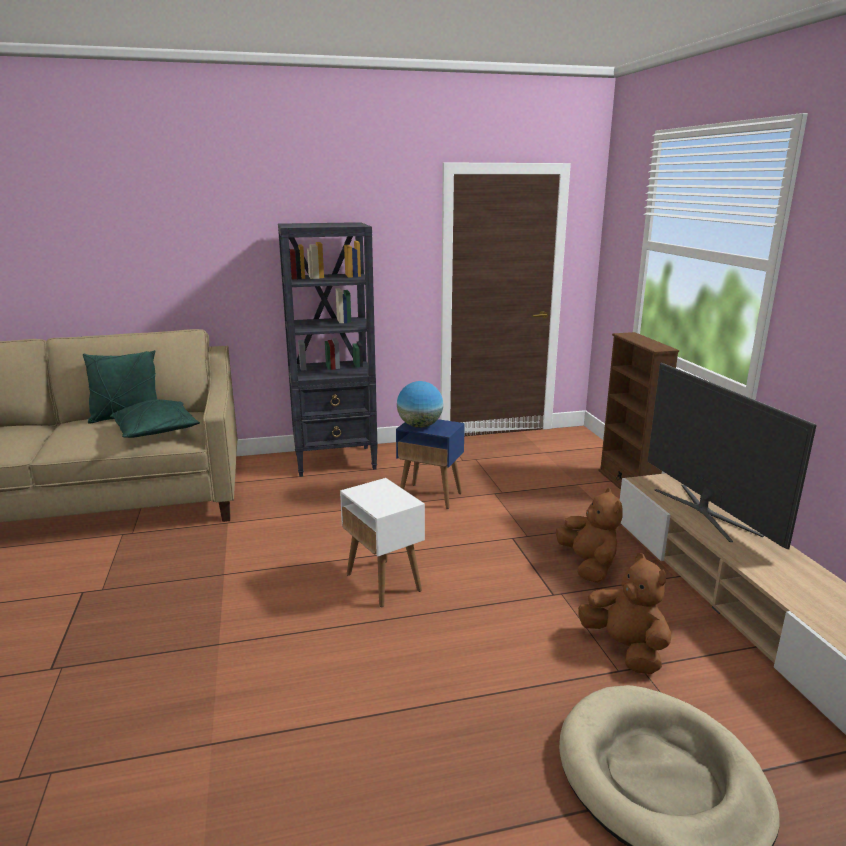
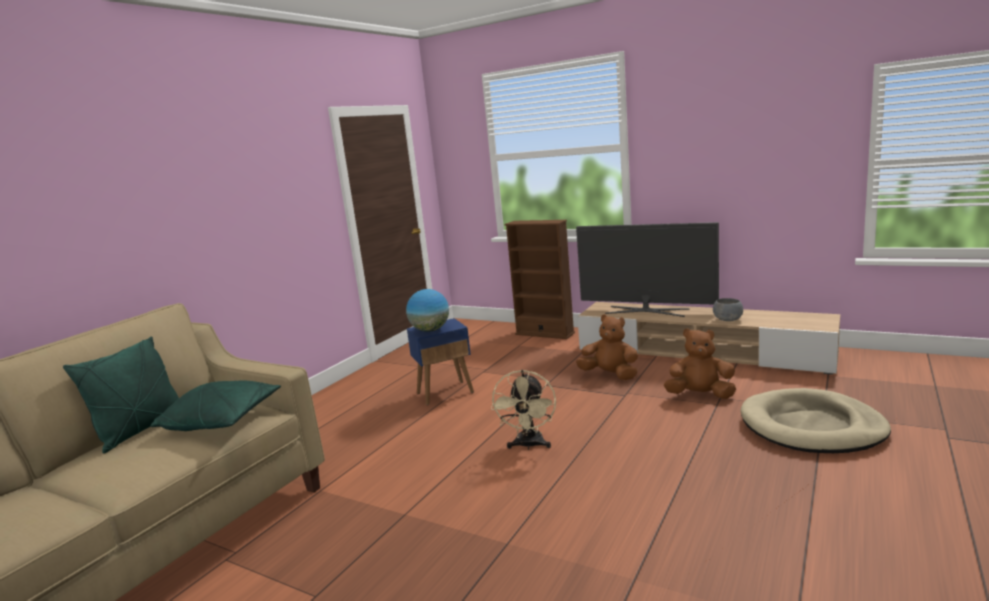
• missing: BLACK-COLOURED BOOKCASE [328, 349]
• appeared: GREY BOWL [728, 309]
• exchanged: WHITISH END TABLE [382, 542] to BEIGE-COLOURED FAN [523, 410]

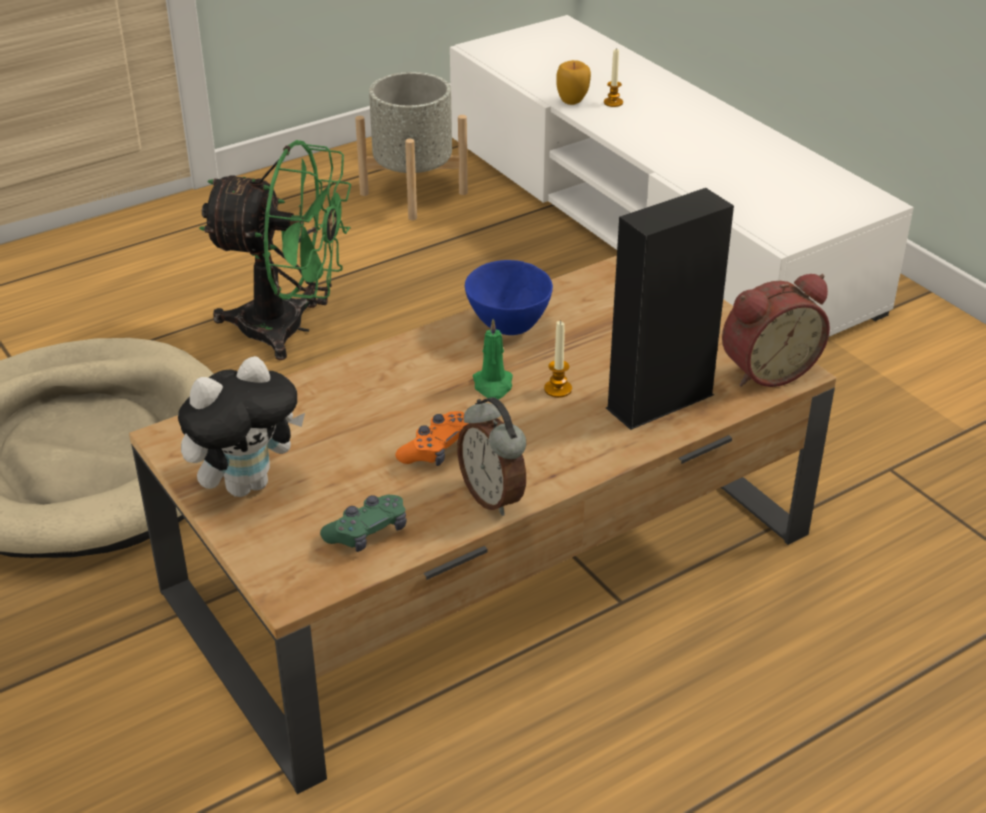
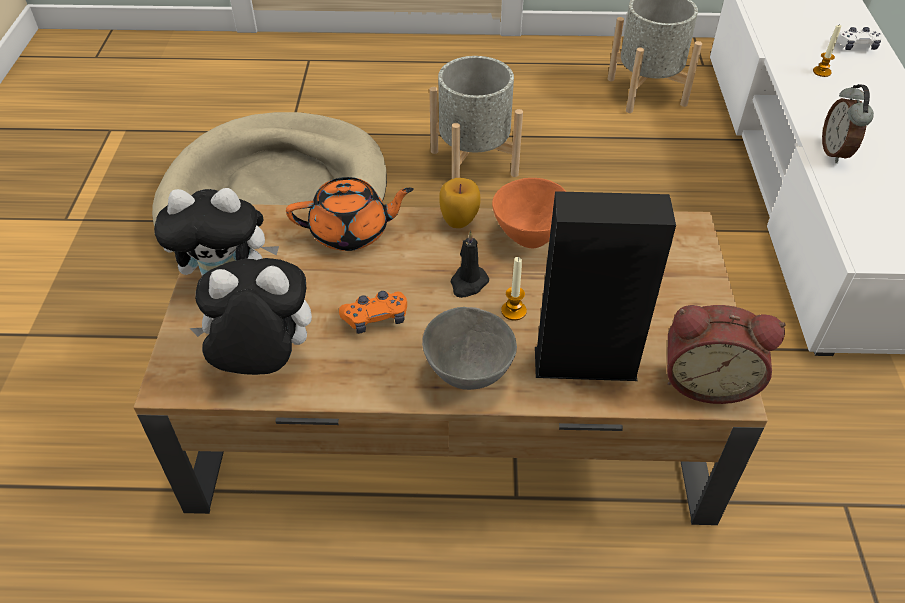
• appeared: ORANGE TEA POT [350, 214]
• appeared: GREY BOWL [469, 348]
• appeared: WHITISH GAMEPAD [856, 38]
• relocated: BEDSIDE CLOCK [491, 456] to [848, 123]
• relocated: APPLE FRUIT [573, 82] to [460, 203]
• exchanged: GREEN FAN [275, 250] to GREY FLOWER POT [476, 117]
• exchanged: GREEN GAMEPAD [363, 523] to PLUSH TOY [251, 316]
• colour: BLUE-COLOURED BOWL [509, 297] to ORANGE BOWL [529, 213]
• colour: GREEN WAX LIGHT [493, 359] to BLACK-COLOURED WAX LIGHT [469, 264]

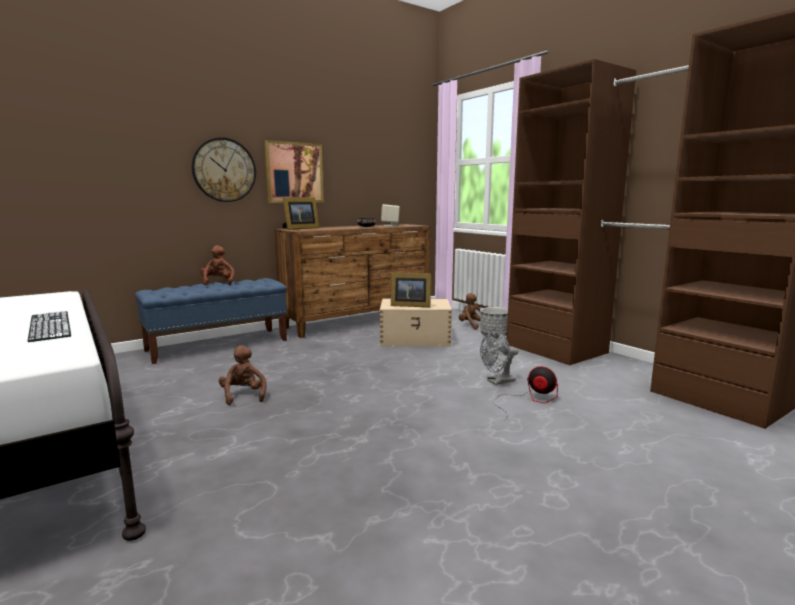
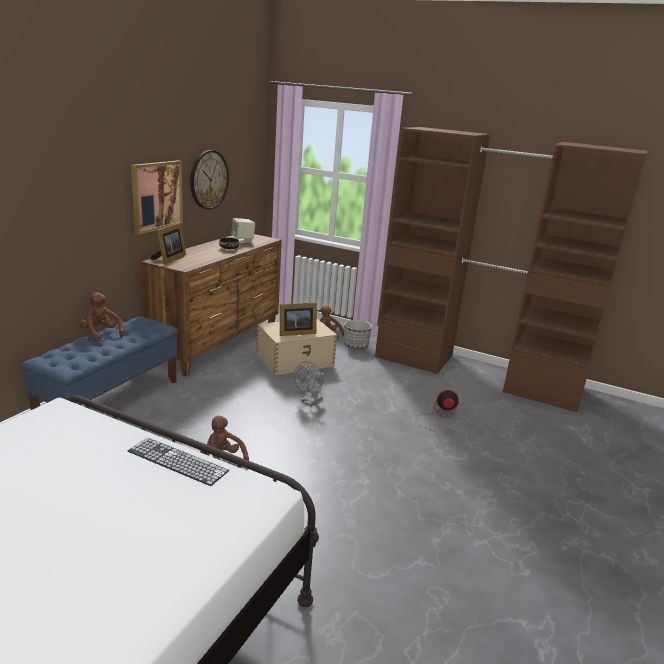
• relocated: WALL CLOCK [224, 169] to [209, 180]
• relocated: GREY FAN [499, 357] to [309, 383]

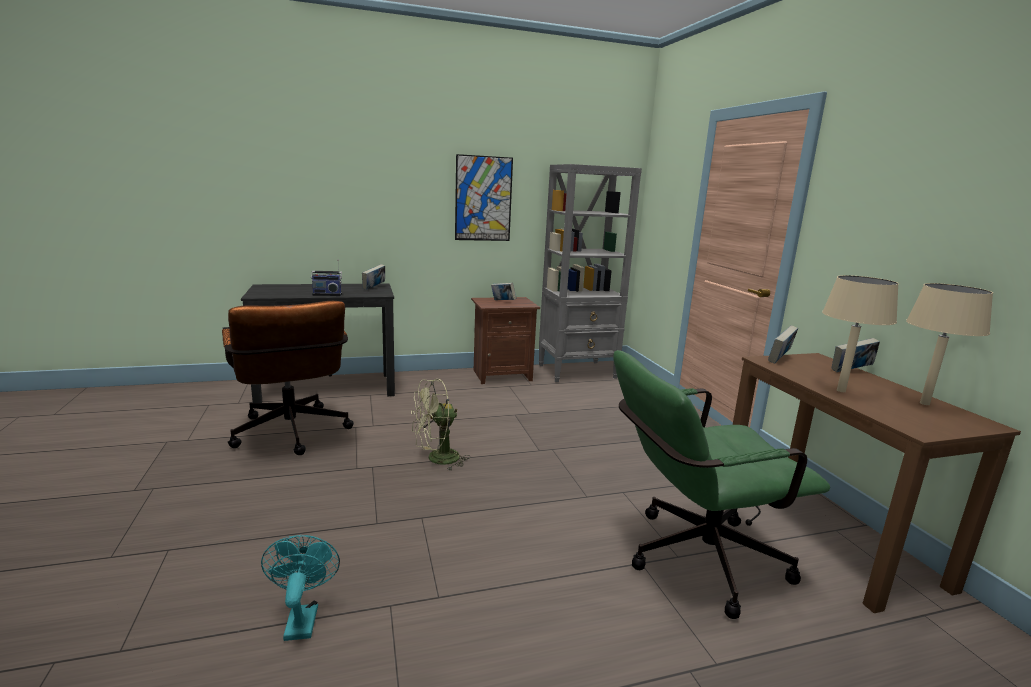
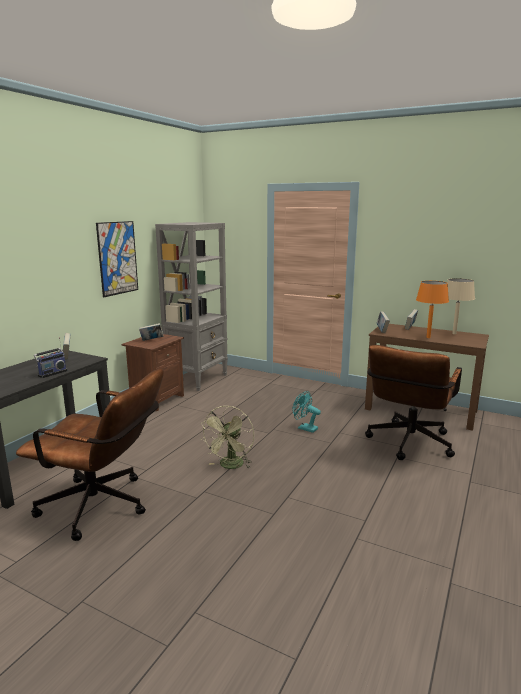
• relocated: TURQUOISE FAN [300, 588] to [306, 412]
• colour: GREEN DESK CHAIR [721, 484] to BROWNISH DESK CHAIR [413, 402]
• colour: BEIGE-COLOURED TABLE LAMP [860, 333] to ORANGE TABLE LAMP [432, 309]

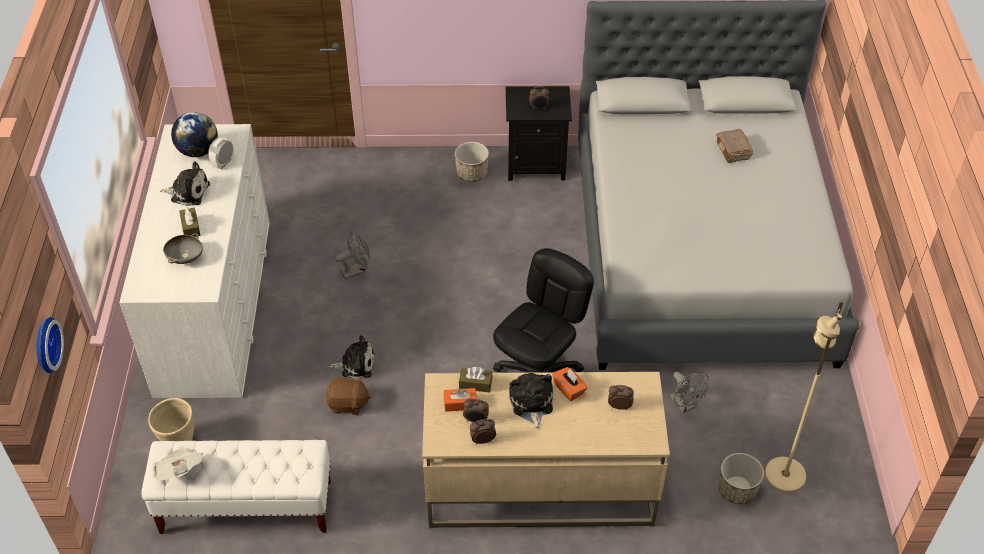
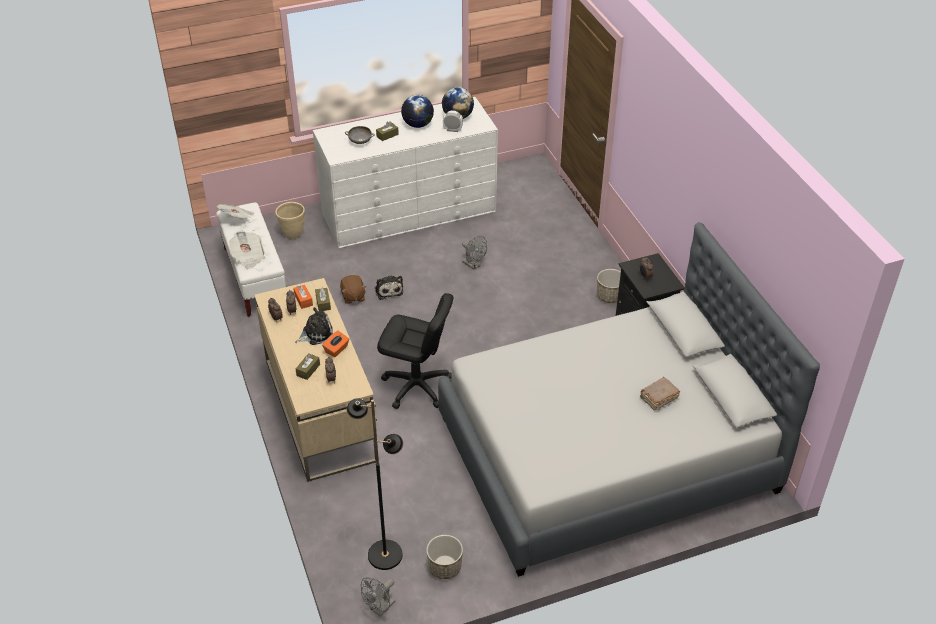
• missing: WALL CLOCK [50, 345]
• appeared: PRINTED PAPER [247, 249]
• appeared: BROWNISH TISSUE HOLDER [308, 366]
• relocated: GREY FAN [689, 392] to [378, 596]
• relocated: FLOWER POT [741, 478] to [444, 557]
• exchanged: PLUSH TOY [185, 183] to GLOBE [417, 111]
• colour: BEIGE-COLOURED STANDARD LAMP [804, 396] to BLACK-COLOURED STANDARD LAMP [375, 484]

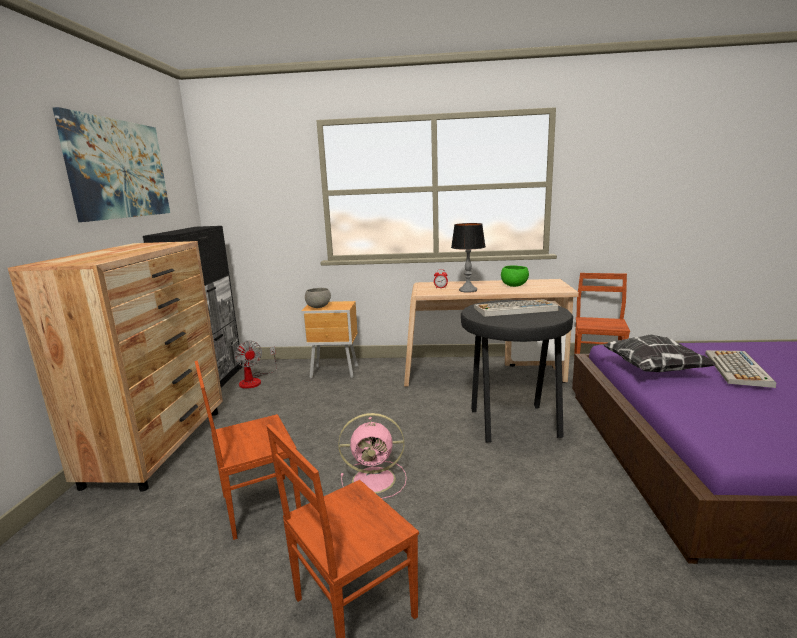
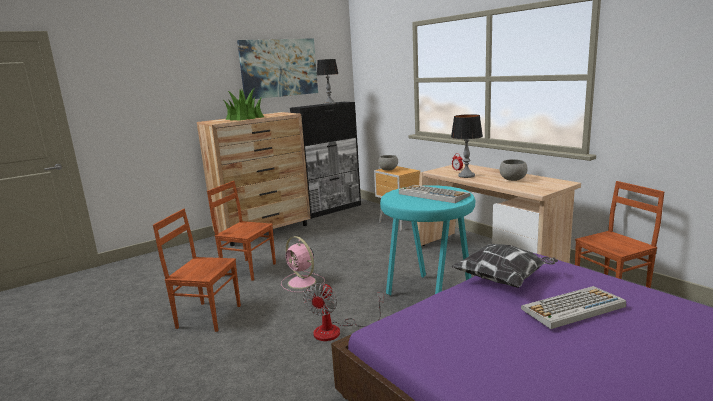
• appeared: PLANT IN A POT [244, 105]
• appeared: TABLE LAMP [327, 81]
• relocated: FAN [255, 365] to [343, 312]
• colour: BLACK-COLOURED SITTING STOOL [517, 371] to TURQUOISE SITTING STOOL [427, 240]
• colour: GREEN BOWL [515, 276] to GREY BOWL [514, 170]

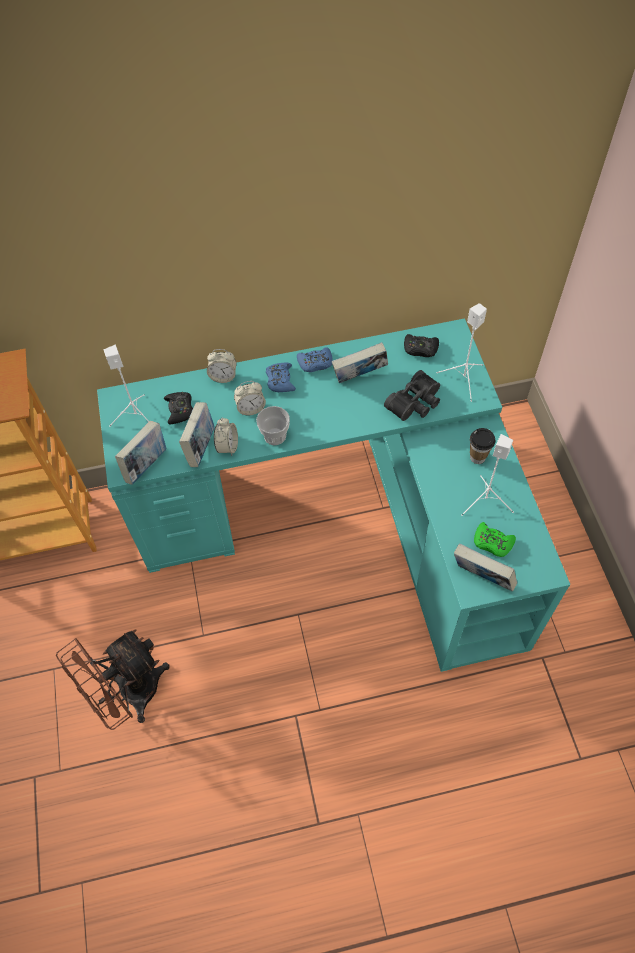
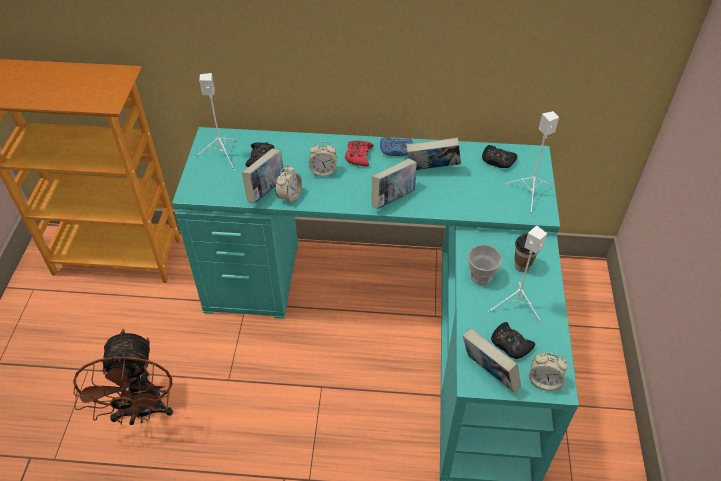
• missing: BLACK-COLOURED PAIR OF BINOCULARS [412, 395]
• relocated: VOLUME [140, 453] to [394, 183]
• relocated: BEDSIDE CLOCK [221, 366] to [548, 371]
• relocated: CUP [273, 425] to [485, 265]
• colour: BLUE-COLOURED GAMEPAD [281, 377] to REDDISH GAMEPAD [359, 153]
• colour: GREEN GAMEPAD [495, 539] to BLACK-COLOURED GAMEPAD [513, 340]
• spun: BROWNISH FAN [113, 679] = [123, 377] 75 degrees counterclockwise

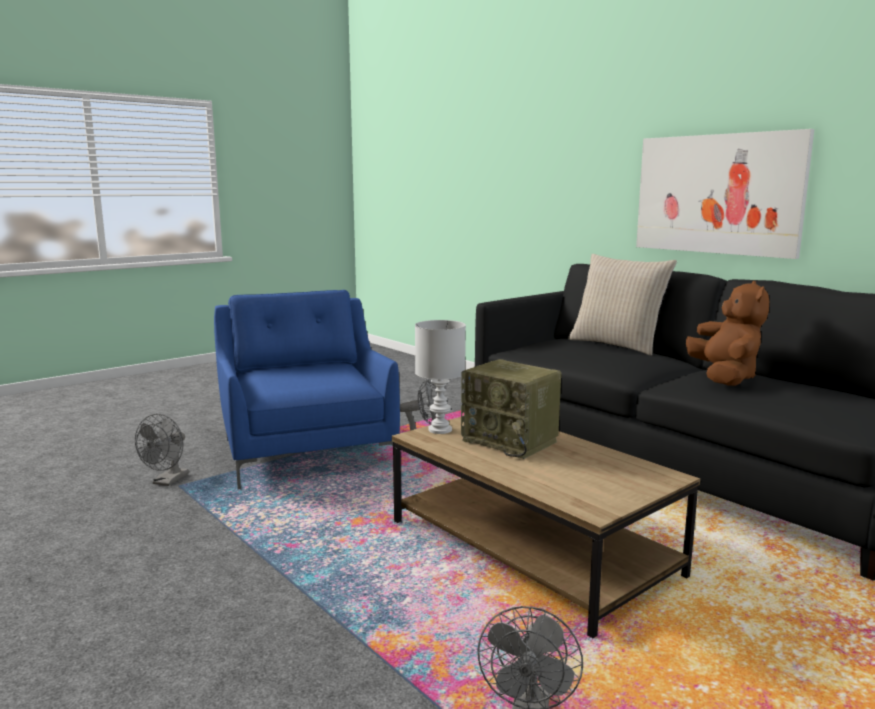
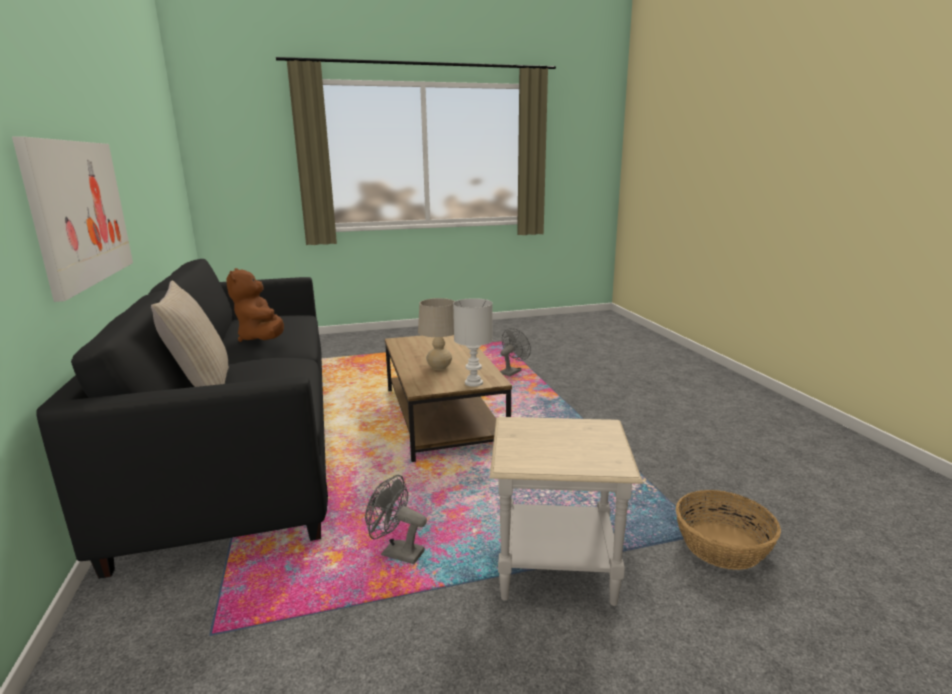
• exchanged: GREY FAN [162, 450] to BASKET [728, 530]
• exchanged: BLUE-COLOURED LOUNGE CHAIR [307, 390] to BEIGE-COLOURED END TABLE [566, 511]
• exchanged: RADIO RECEIVER [511, 409] to BEIGE-COLOURED TABLE LAMP [436, 334]
• spun: BROWNISH PLUSH TOY [727, 333] = [255, 305] 45 degrees counterclockwise

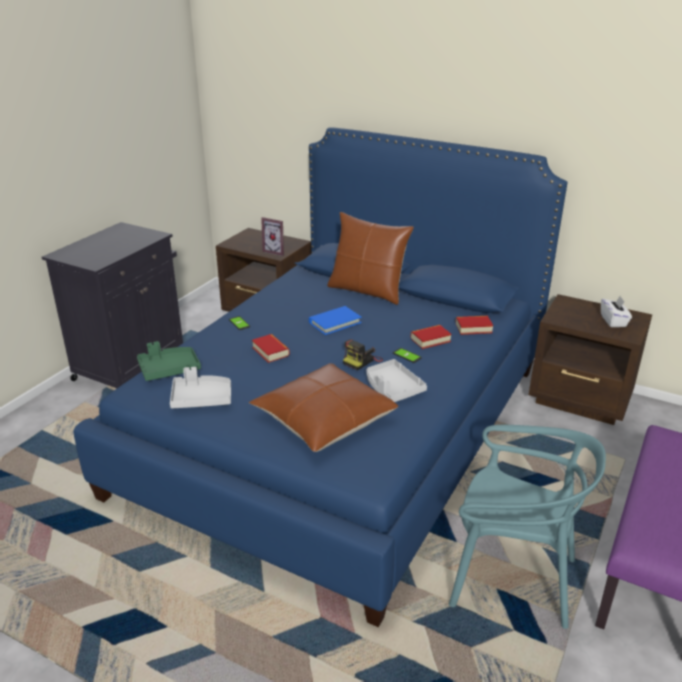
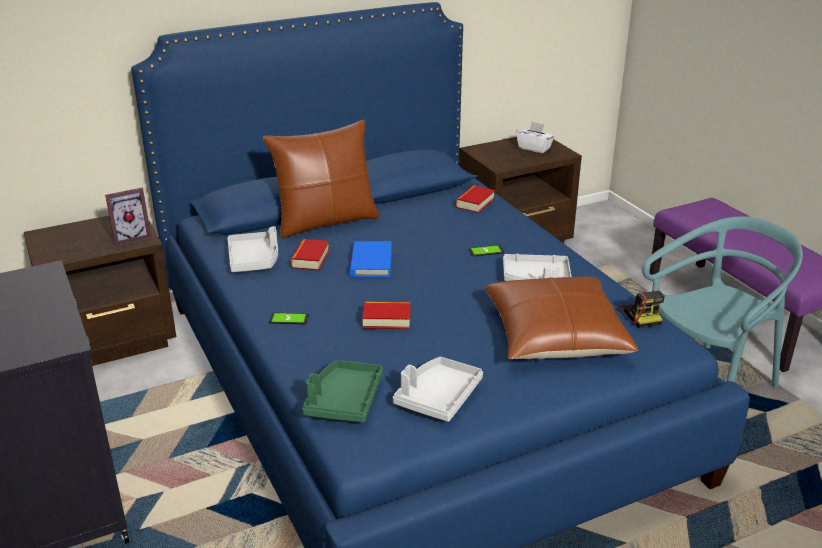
• appeared: GREY CARRYING TRAY [253, 249]
• relocated: PHOTO CAMERA [363, 355] to [640, 309]
• relocated: VOLUME [431, 337] to [310, 254]

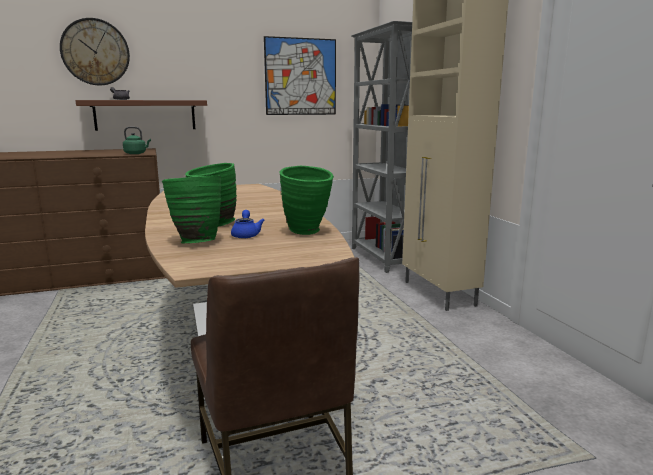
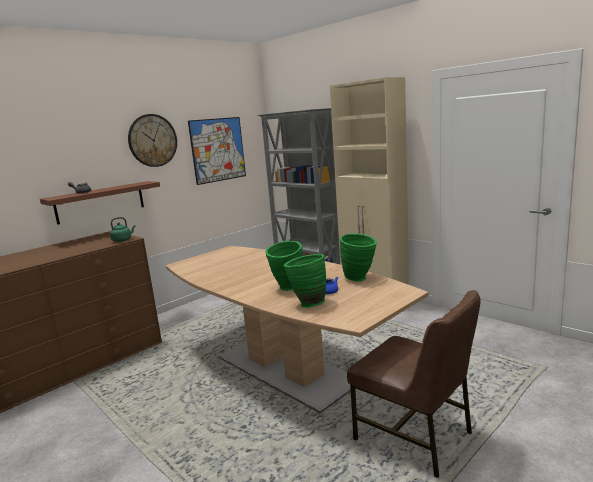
• relocated: WALL CLOCK [95, 52] to [152, 140]

